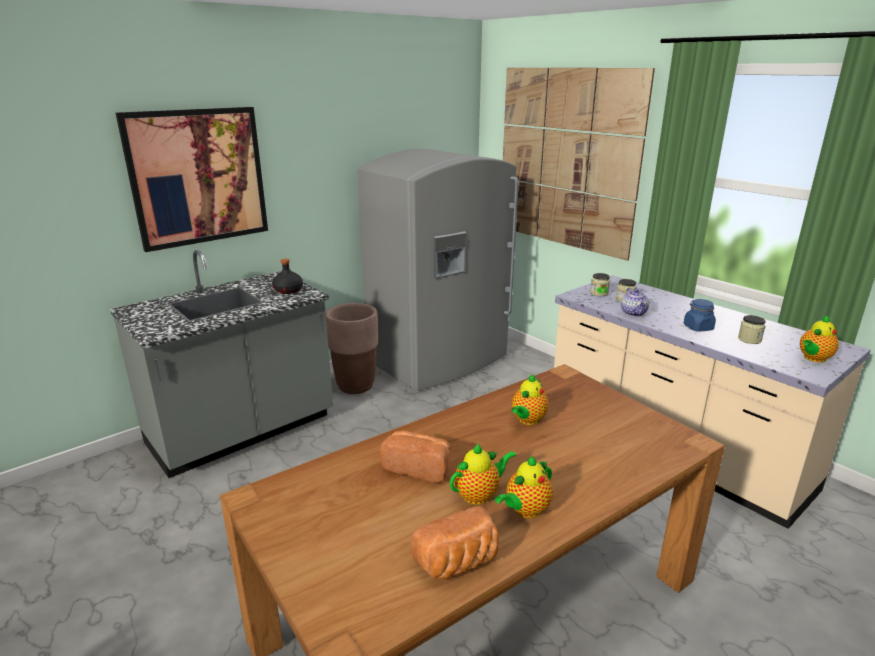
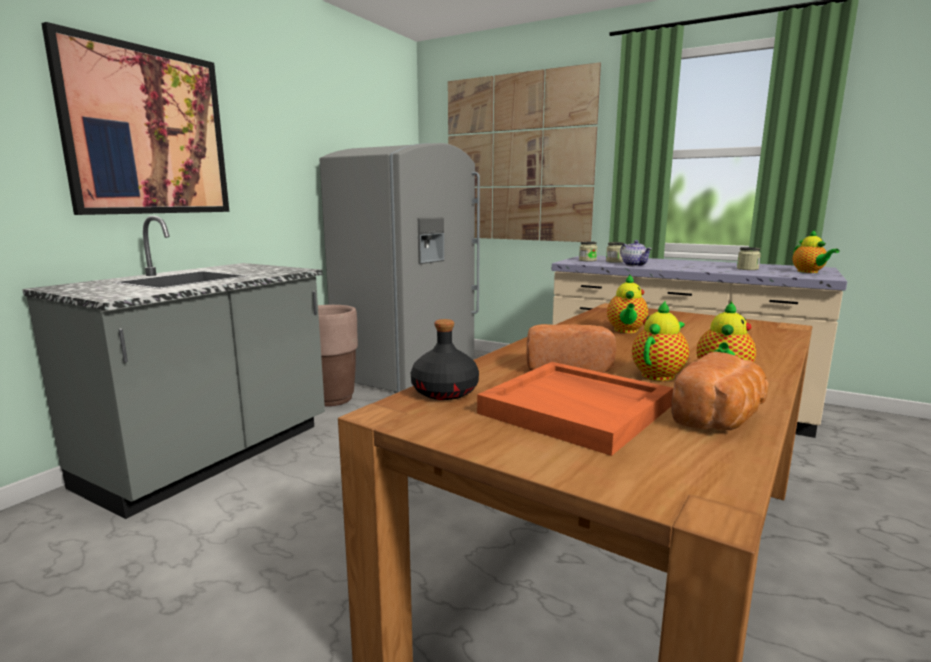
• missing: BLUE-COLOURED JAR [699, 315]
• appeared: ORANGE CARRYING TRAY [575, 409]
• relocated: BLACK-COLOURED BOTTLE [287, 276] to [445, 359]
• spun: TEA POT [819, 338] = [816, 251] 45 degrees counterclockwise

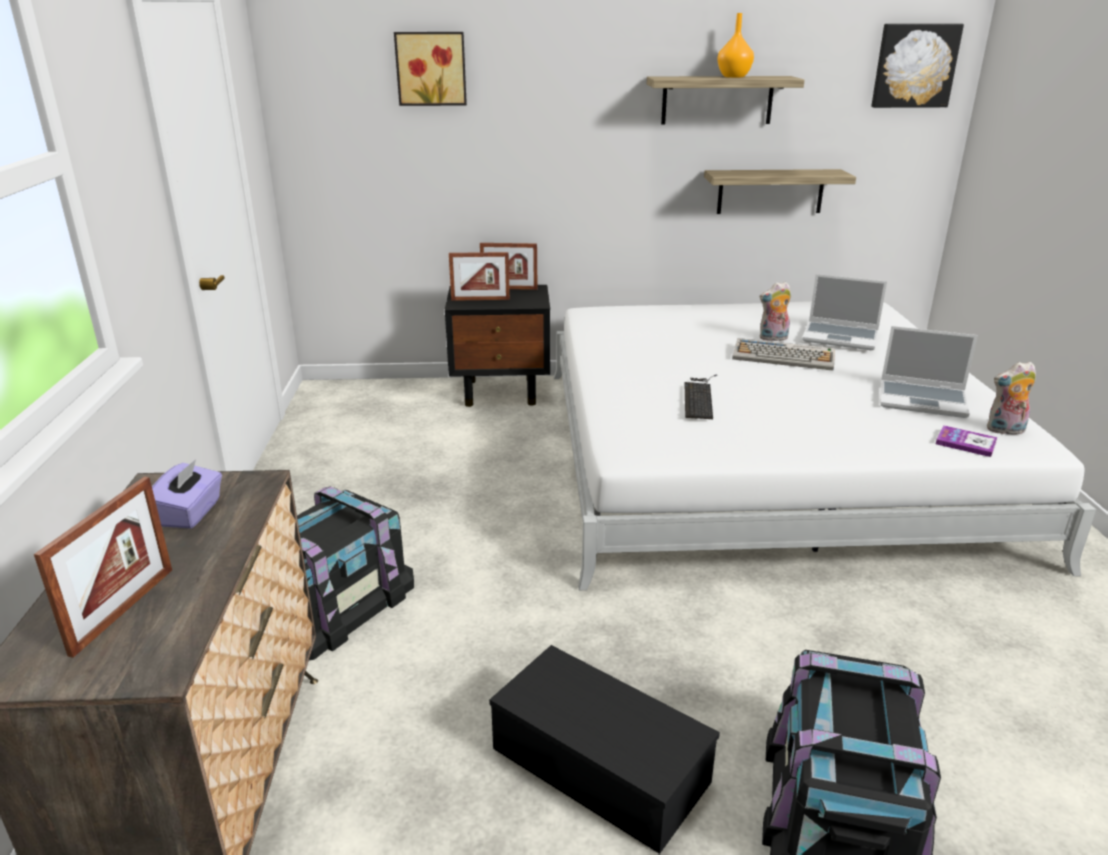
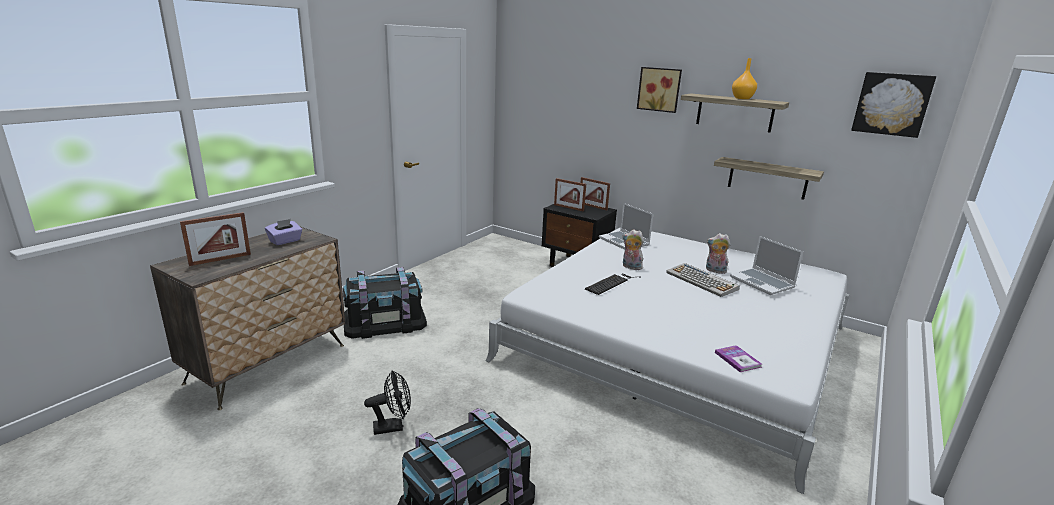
• relocated: WALL PICTURE [430, 69] to [659, 90]
• relocated: NOTEBOOK COMPUTER [929, 372] to [626, 226]
• relocated: PLUSH TOY [1011, 397] to [633, 249]
• exchanged: BLACK-COLOURED STORAGE BOX [604, 749] to BLACK-COLOURED FAN [387, 402]

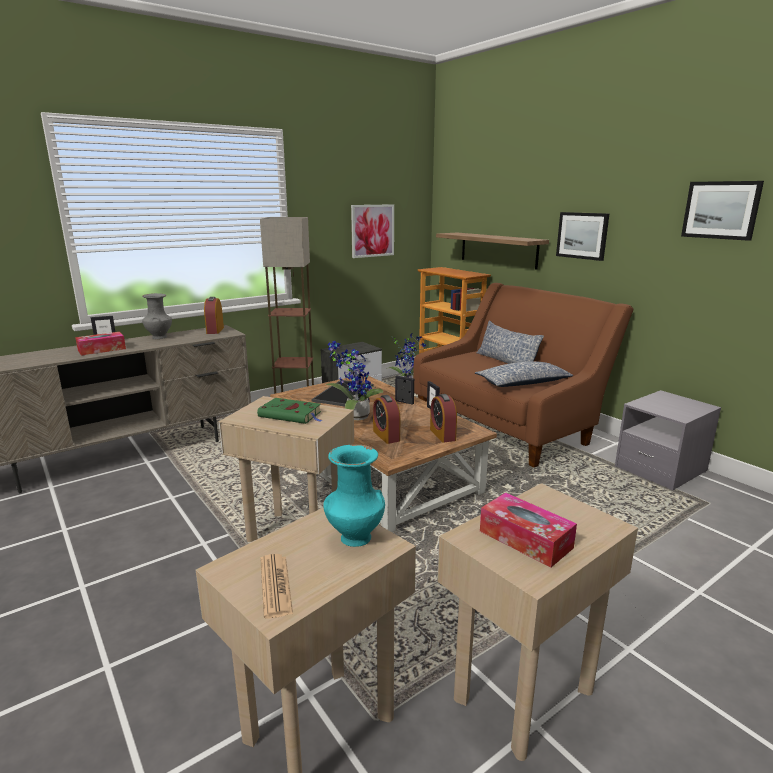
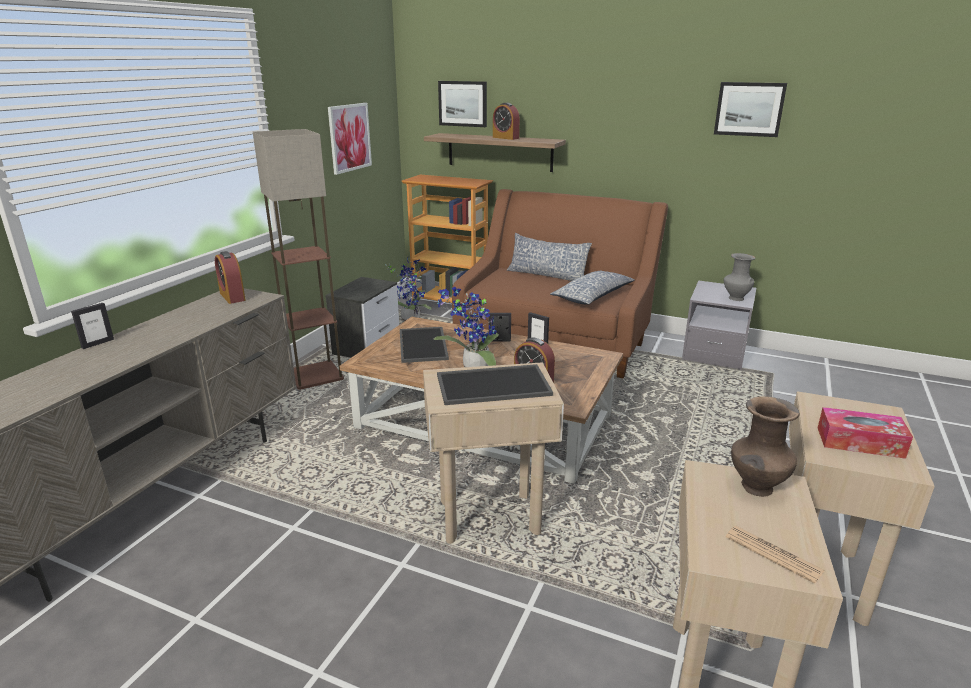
• missing: TISSUE HOLDER [100, 344]
• relocated: GREY FLOWER VASE [157, 316] to [740, 277]
• relocated: BEDSIDE CLOCK [443, 418] to [506, 121]
• relocated: WALL PICTURE [582, 236] to [462, 104]
• exchanged: GREEN VOLUME [289, 411] to CARRYING TRAY [495, 384]
• colour: TURQUOISE FLOWER VASE [354, 496] to BROWNISH FLOWER VASE [765, 446]

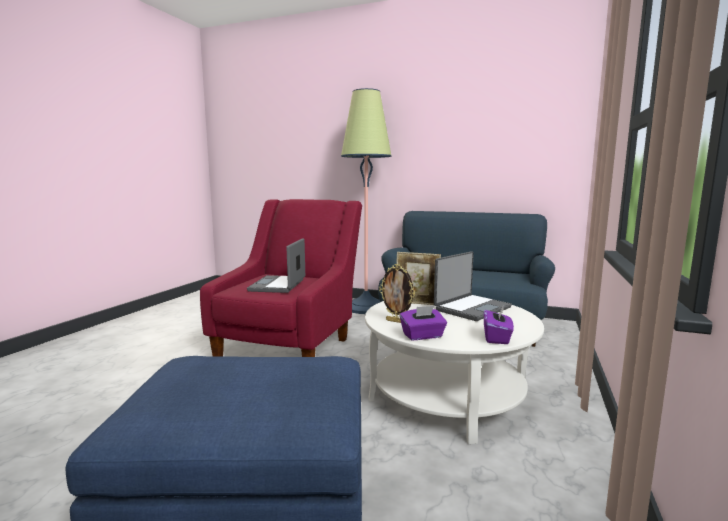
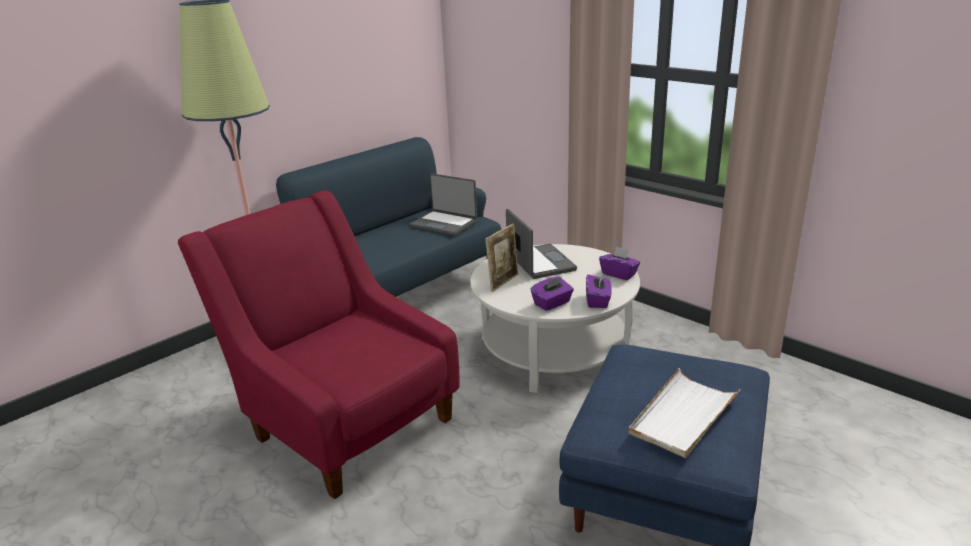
• appeared: WHITISH CARRYING TRAY [685, 413]
• relocated: NOTEBOOK COMPUTER [276, 265] to [443, 204]
• exchanged: PHOTO FRAME [397, 293] to PURPLE-COLOURED TISSUE HOLDER [552, 294]

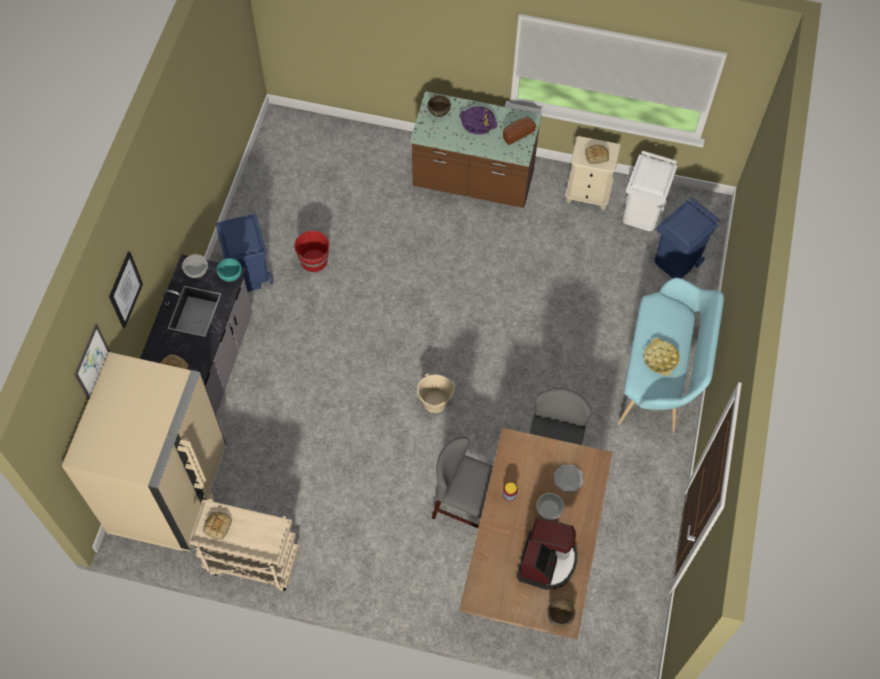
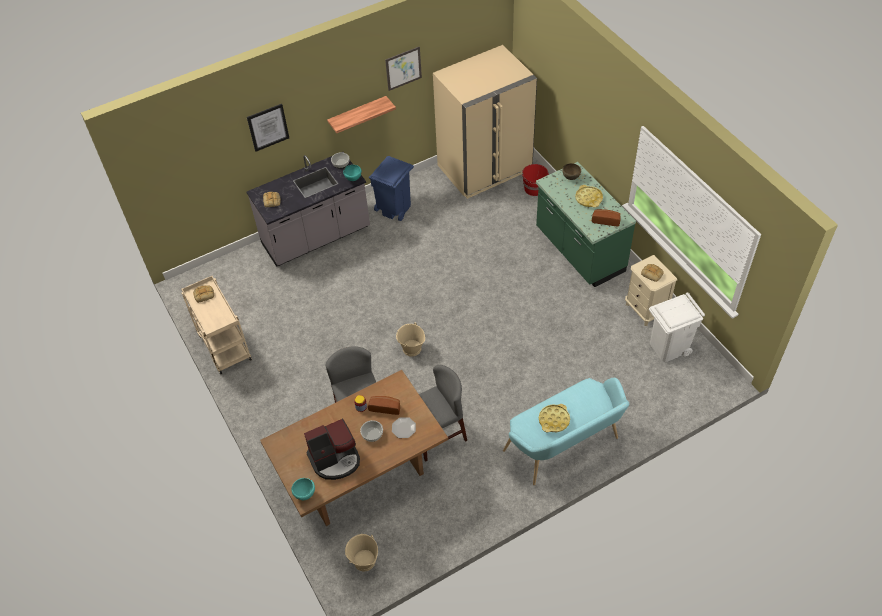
• missing: BLUE-COLOURED WASTE BIN [687, 238]
• appeared: BRACKET SHELF [361, 114]
• appeared: BEIGE-COLOURED BUCKET [361, 552]
• appeared: BAKED BREAD [384, 405]
• relocated: BEIGE-COLOURED REFRIGERATOR [144, 452] to [485, 122]
• relocated: WALL PICTURE [92, 362] to [403, 69]
• relocated: REDDISH BUCKET [312, 251] to [535, 180]
• colour: BROWNISH KITCHEN BASE UNIT [476, 149] to GREEN KITCHEN BASE UNIT [586, 224]
• colour: PURPLE-COLOURED CARRYING TRAY [478, 120] to YELLOW CARRYING TRAY [589, 196]
• colour: BROWNISH BOWL [561, 612] to TURQUOISE BOWL [303, 489]

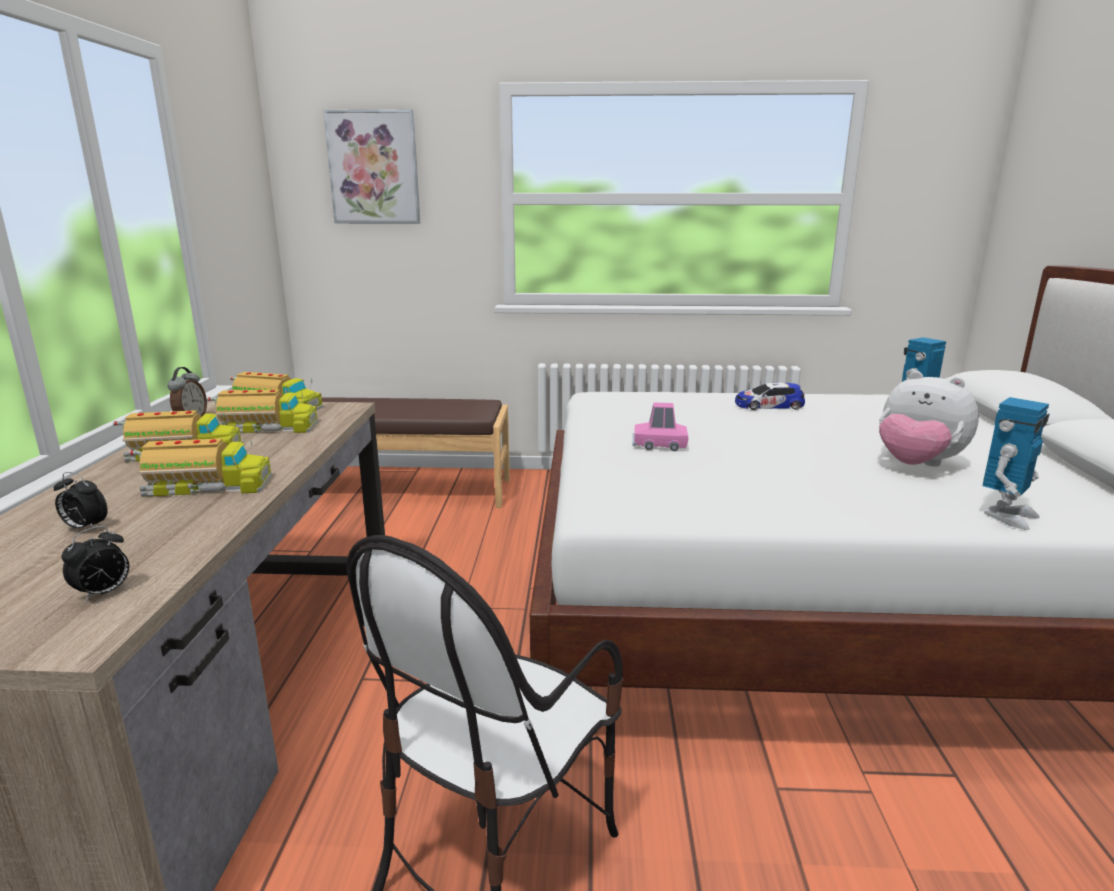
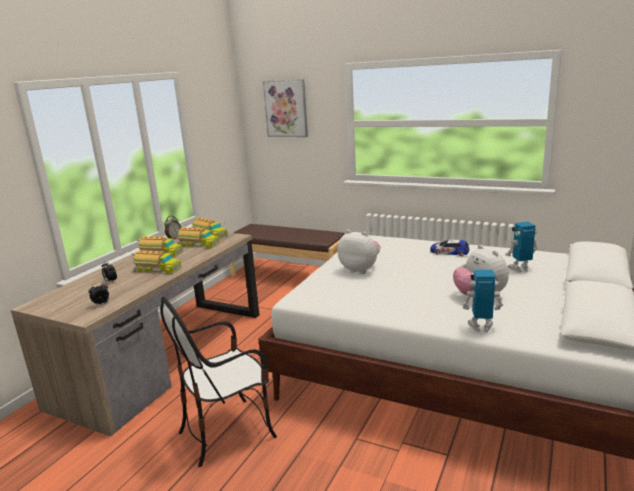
• exchanged: PINKISH MINIATURE CAR [660, 426] to PLUSH TOY [358, 252]
• spun: TOY ROBOT [1016, 463] = [482, 301] 150 degrees counterclockwise

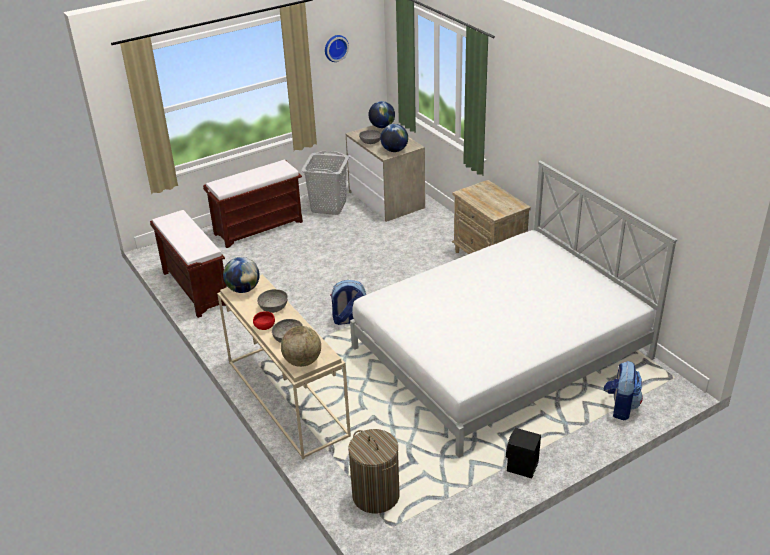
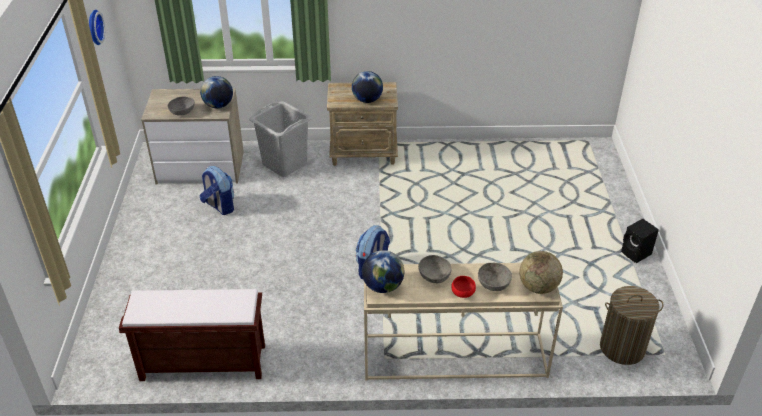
• missing: BROWNISH LONG SEAT [253, 204]
• missing: WHITISH BEDROOM BED [514, 309]
• relocated: GREY LAUNDRY BASKET [325, 183] to [280, 139]
• relocated: GLOBE [381, 114] to [367, 87]
• relocated: RUCKSACK [623, 390] to [216, 190]

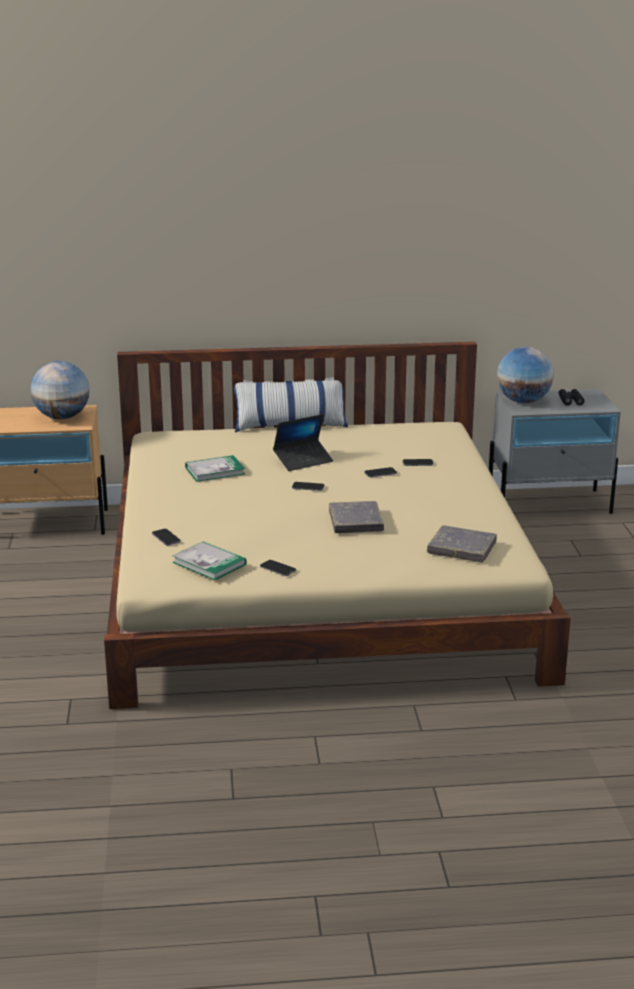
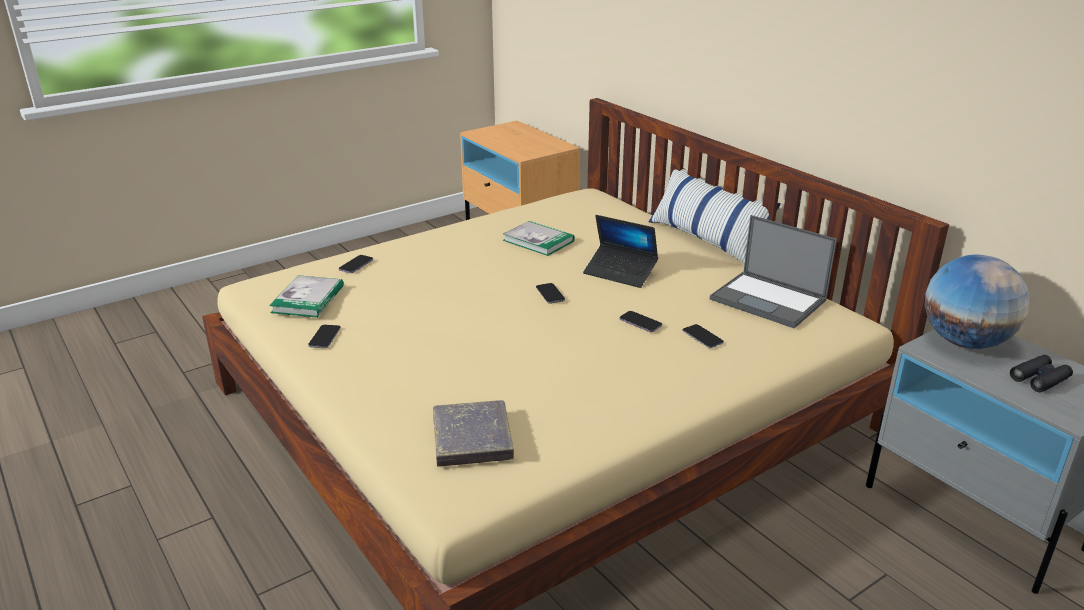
• missing: GLOBE [60, 390]
• missing: GREY VOLUME [356, 517]
• appeared: NOTEBOOK COMPUTER [773, 272]

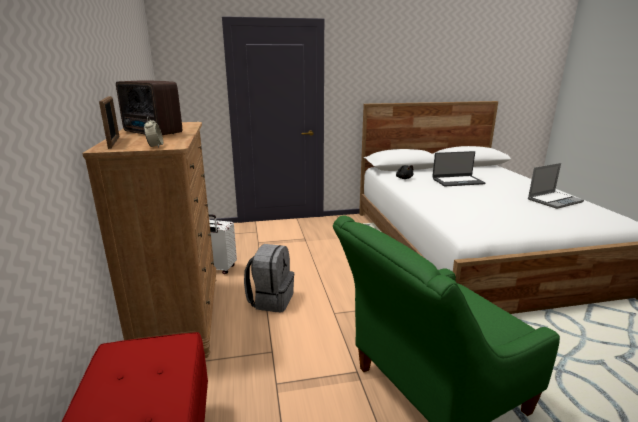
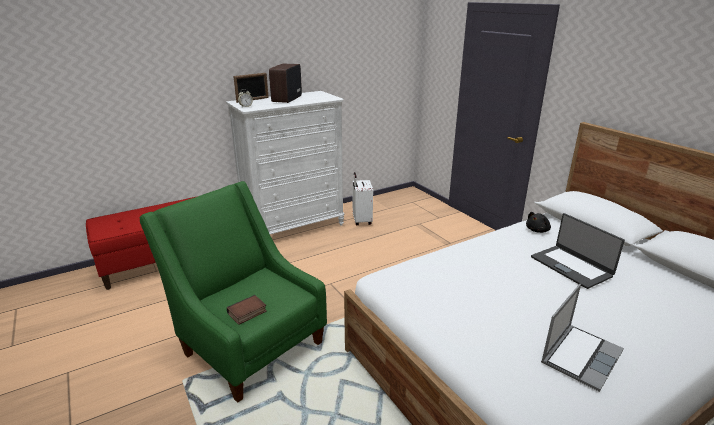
• missing: GREY RUCKSACK [269, 278]
• appeared: VOLUME [247, 310]
• colour: BROWNISH DRAWER CHEST [149, 240] to WHITISH DRAWER CHEST [285, 162]
• spun: NOTEBOOK COMPUTER [556, 186] = [582, 338] 90 degrees counterclockwise

